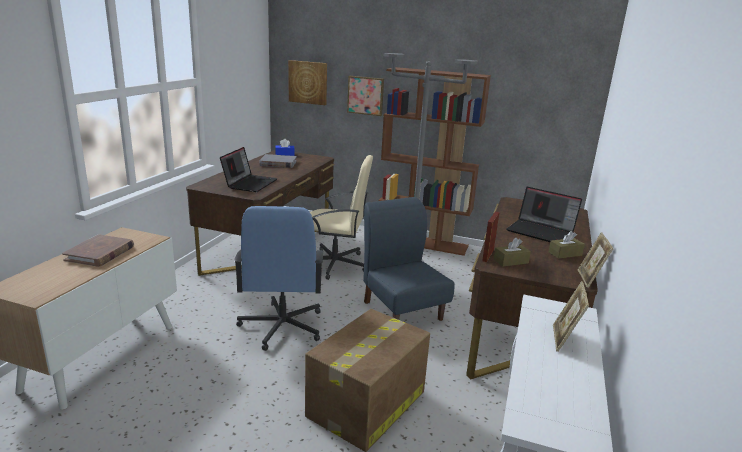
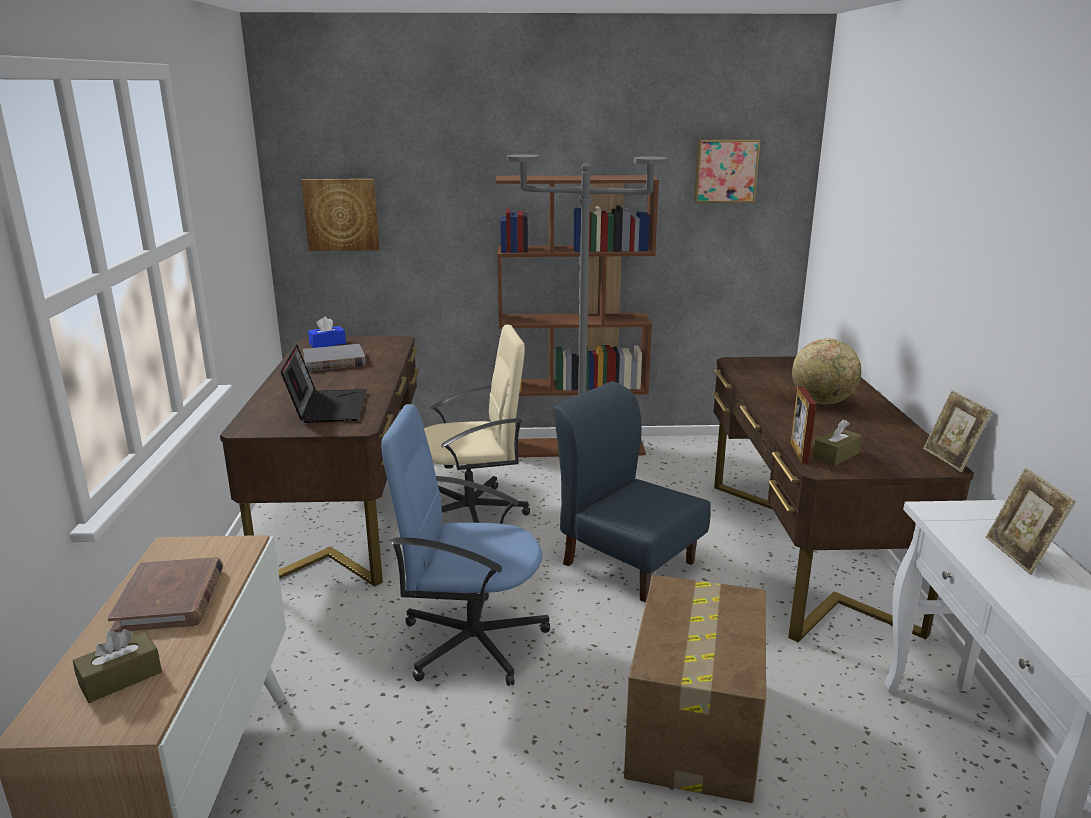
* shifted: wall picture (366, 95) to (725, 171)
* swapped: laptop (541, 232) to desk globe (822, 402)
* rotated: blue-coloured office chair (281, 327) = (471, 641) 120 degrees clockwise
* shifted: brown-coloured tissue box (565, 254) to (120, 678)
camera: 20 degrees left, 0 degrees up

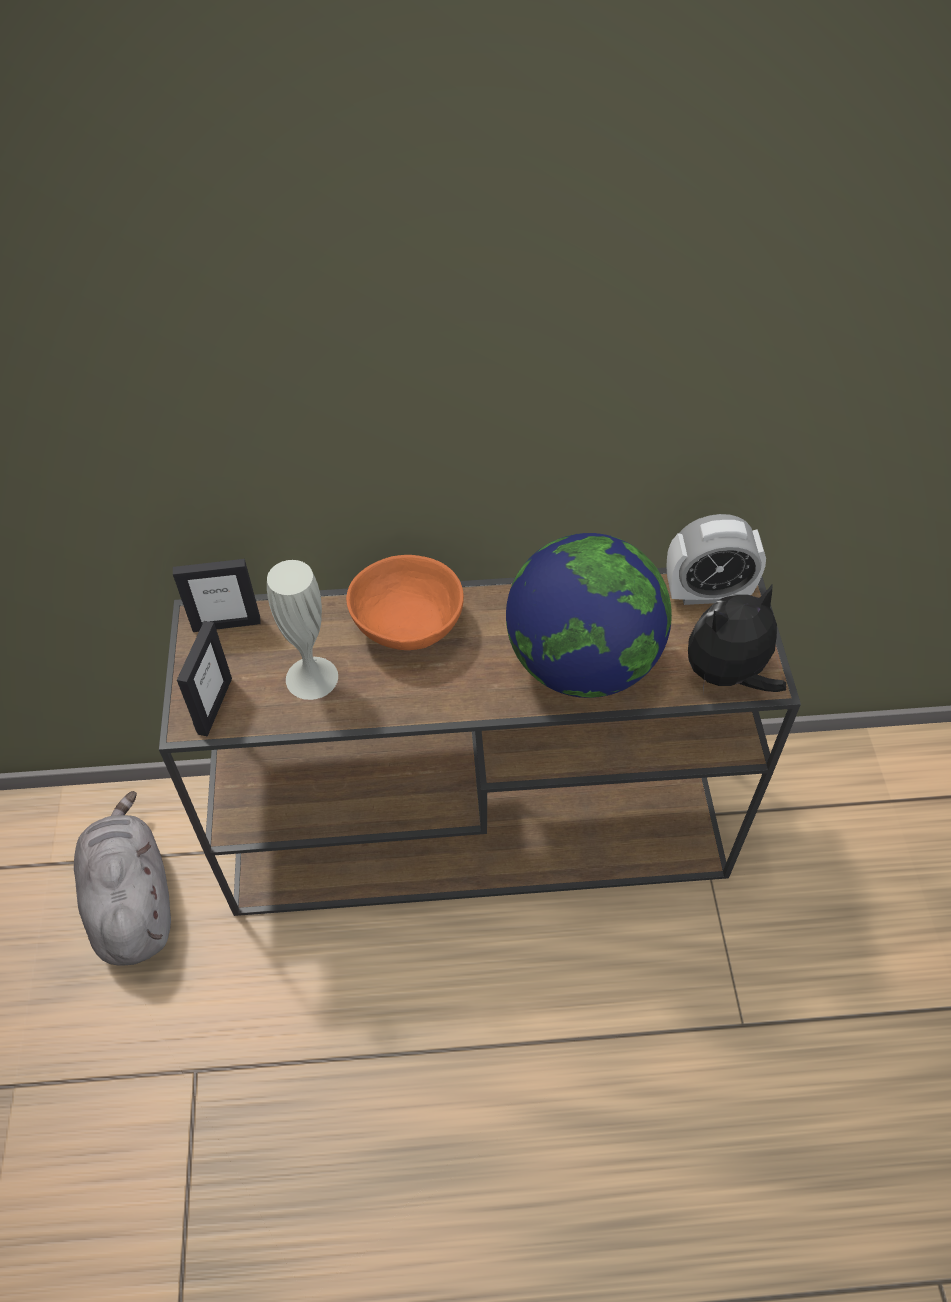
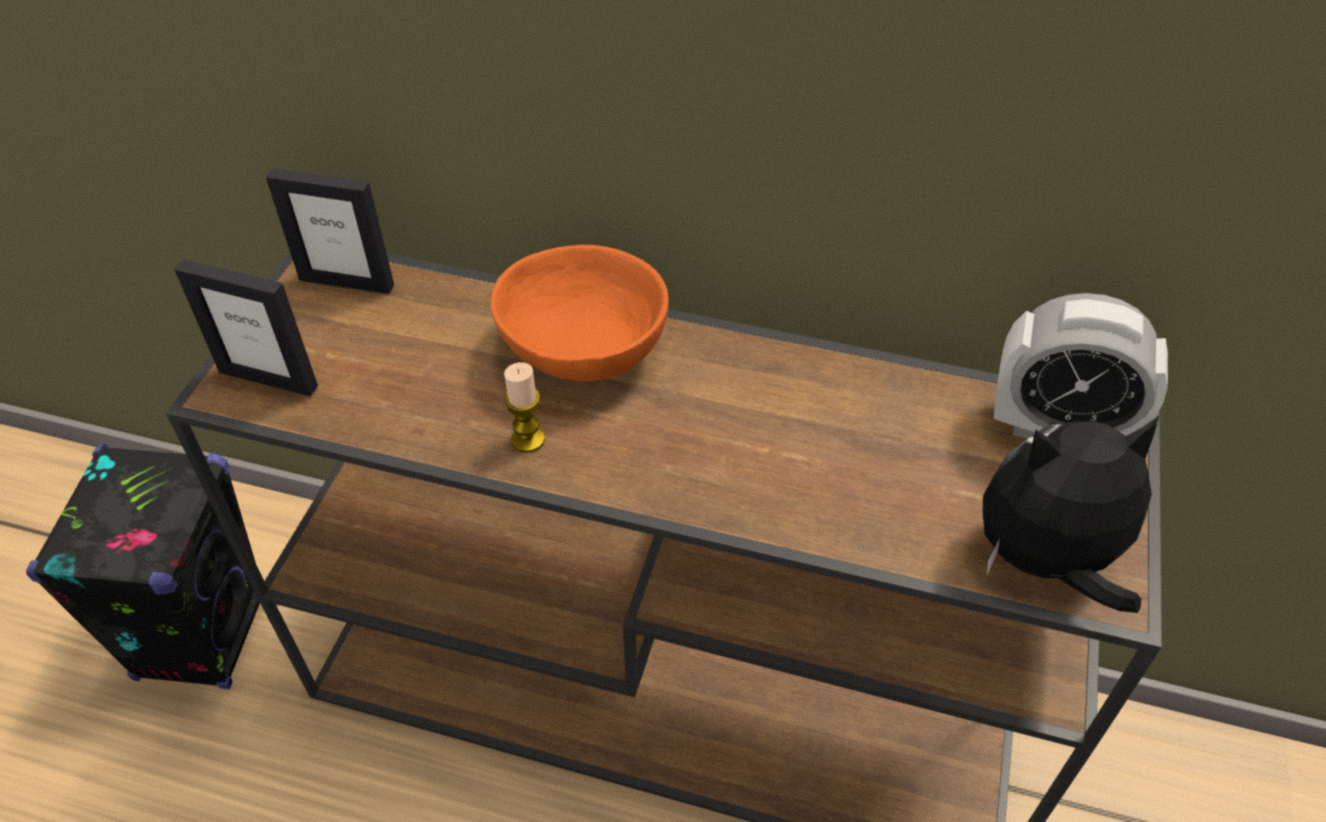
* gone: desk globe (582, 663)
* gone: whitish vase (312, 677)
* rotated: photo frame (214, 706) = (269, 378) 75 degrees clockwise
* swapped: grey soft toy (132, 901) to blackish speaker (203, 635)
* new: wax light (528, 439)
camera: 20 degrees right, 5 degrees down

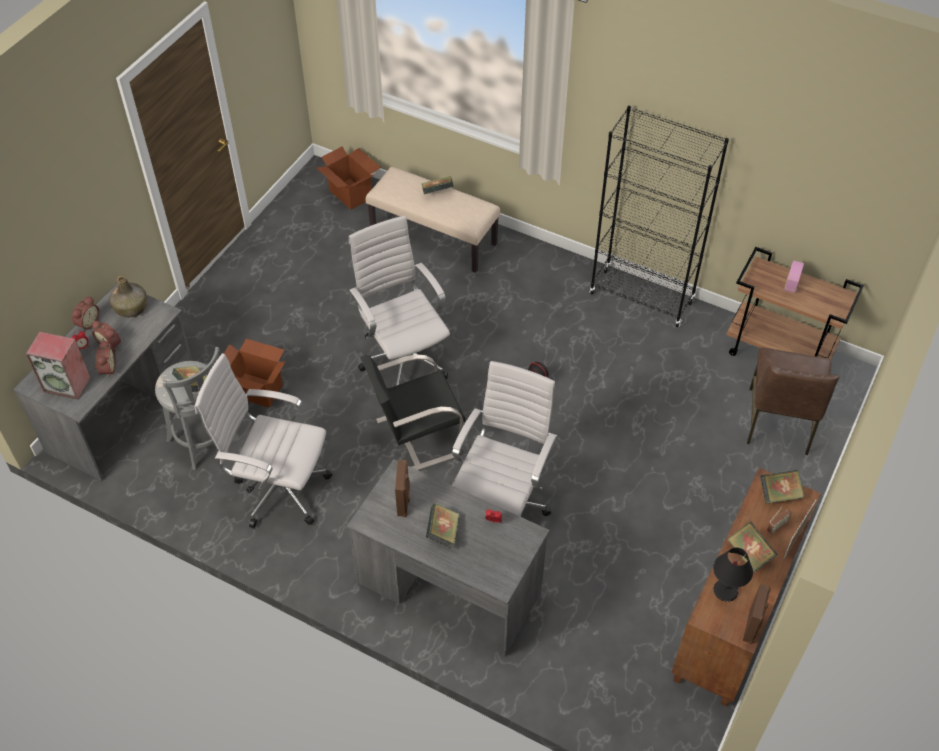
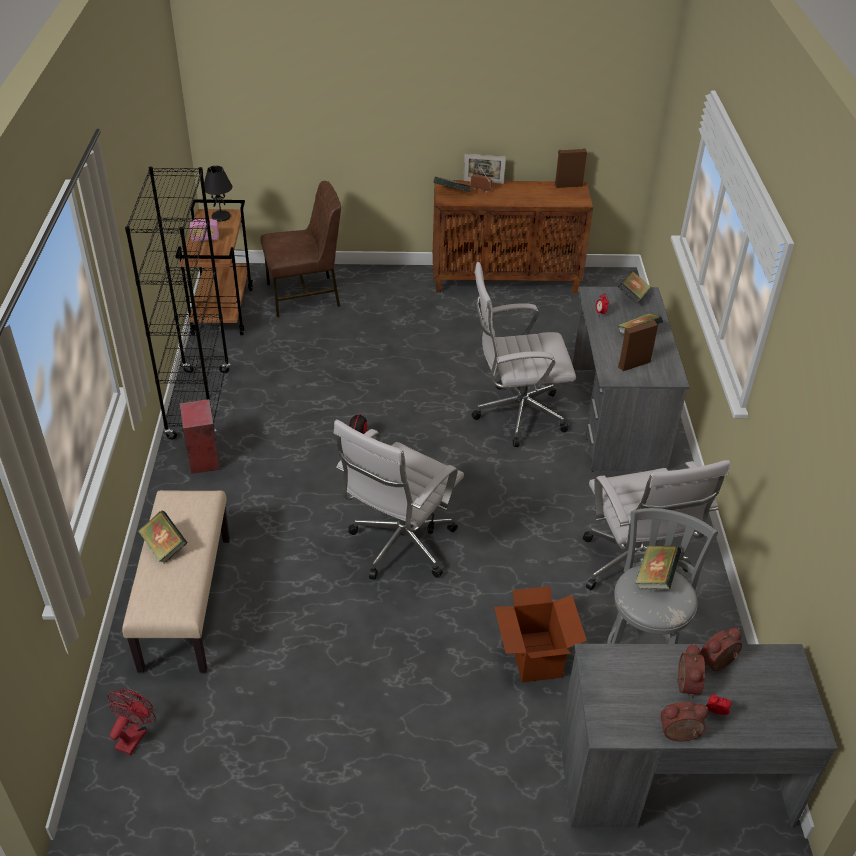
* swapped: packing box (351, 194) to reddish cooling fan (134, 735)
* gone: greenish bottle (131, 307)
* shifted: speaker (67, 384) to (203, 458)
* gone: blackish upright chair (415, 437)
* shifted: book (749, 554) to (632, 297)
* shifted: blackish table lamp (726, 591) to (221, 217)
camera: 120 degrees left, 10 degrees down

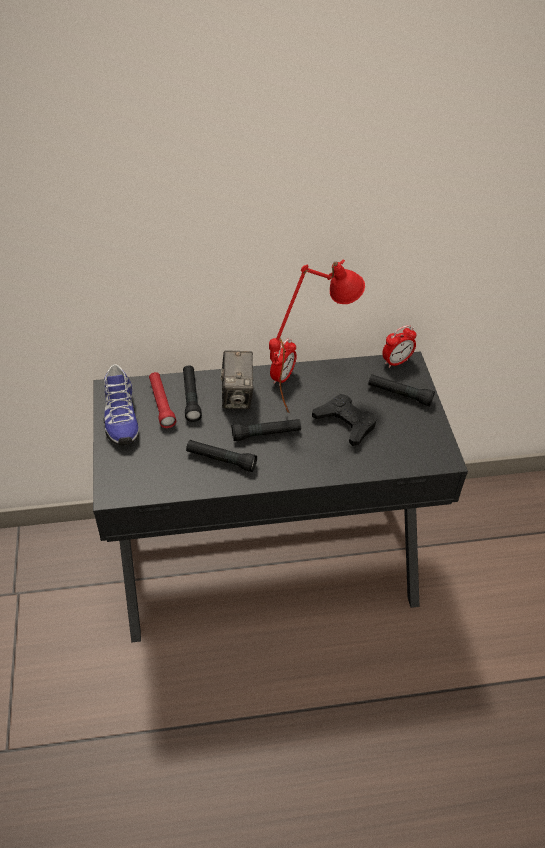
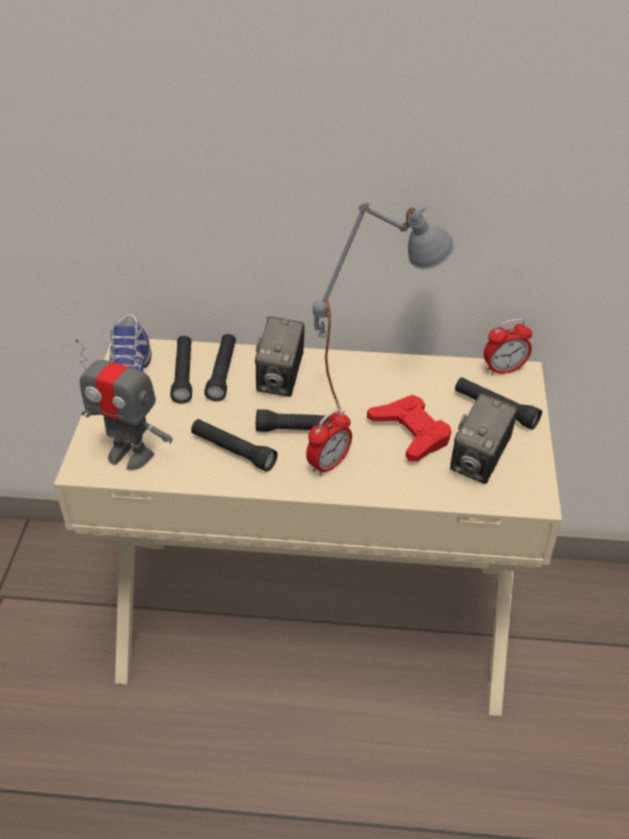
* repainted: reddish table lamp (308, 390) to grey table lamp (375, 386)
* shifted: table clock (282, 377) to (328, 464)
* repainted: blackish desk unit (268, 561) to sand-coloured desk unit (315, 617)
* repainted: reddish flashlight (161, 404) to blackish flashlight (183, 375)
* repainted: blackish game controller (345, 423) to reddish game controller (410, 433)
* new: model robot (130, 455)
* new: photo camera (479, 463)
camera: 15 degrees right, 5 degrees down

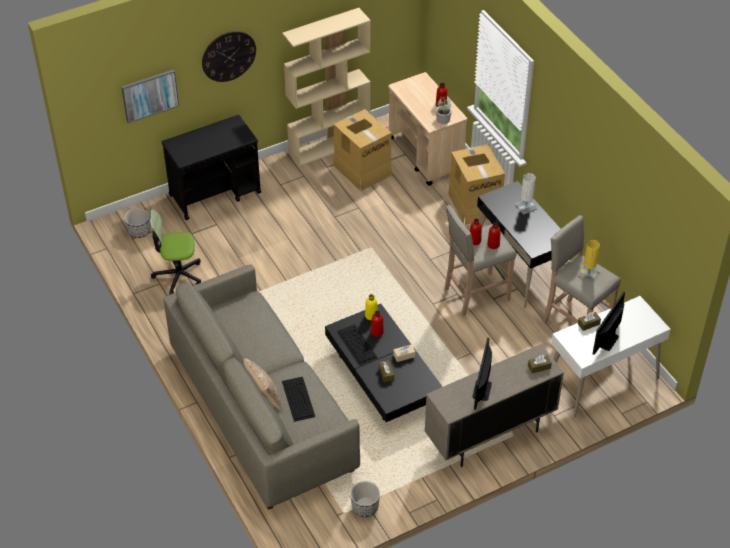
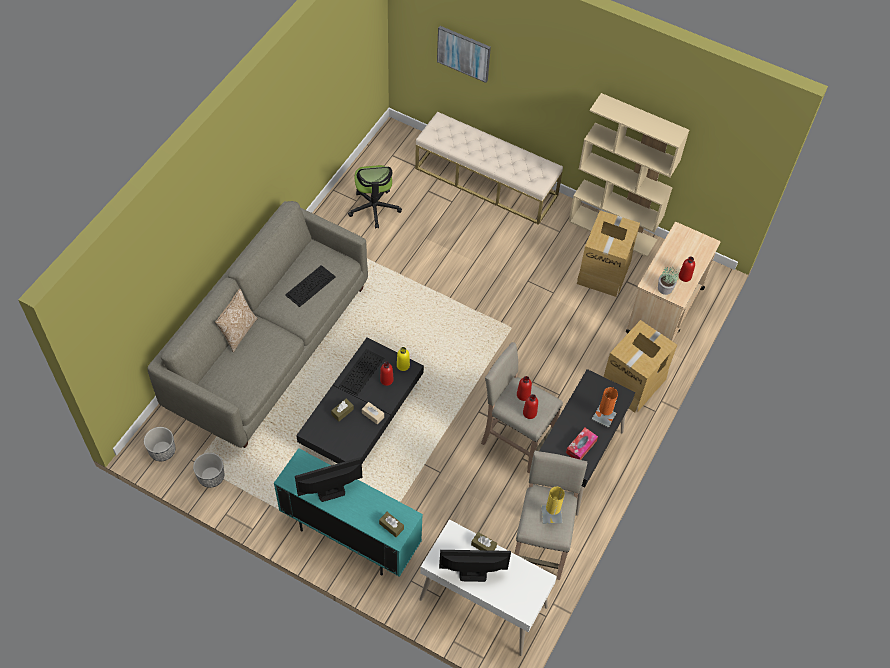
* gone: clock on the wall (228, 56)
* swapped: blackish cart (215, 194) to sand-coloured bench (486, 181)
* repainted: whitish table lamp (526, 207) to orange-coloured table lamp (604, 416)
* shifted: planter (139, 231) to (162, 451)
* rotated: office chair (178, 275) = (374, 208) 150 degrees counterclockwise
* repainted: sand-coloured storage cabinet (489, 436) to turquoise storage cabinet (350, 537)
* shifted: computer keyboard (298, 398) to (310, 285)
* new: tissue box (581, 447)
camera: 55 degrees right, 10 degrees up

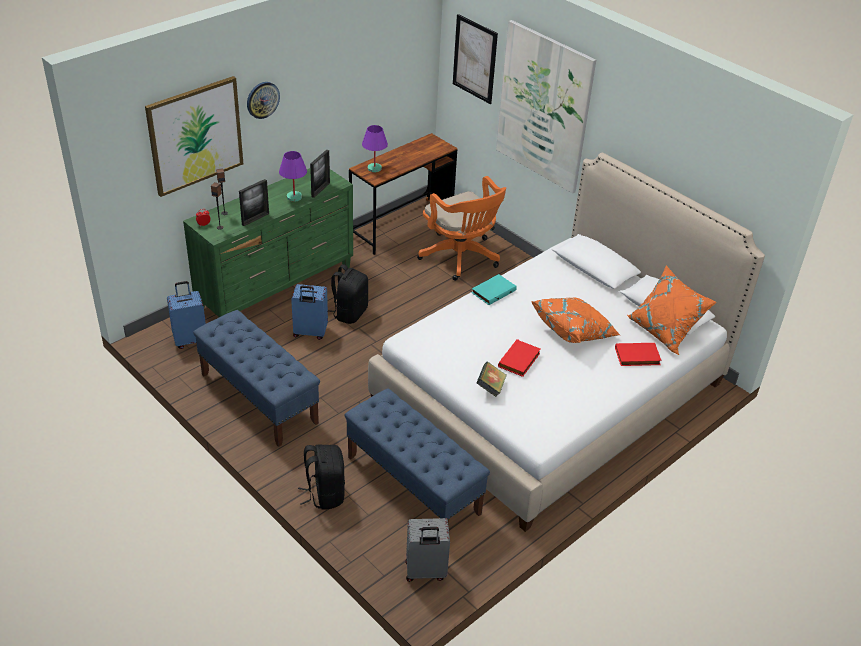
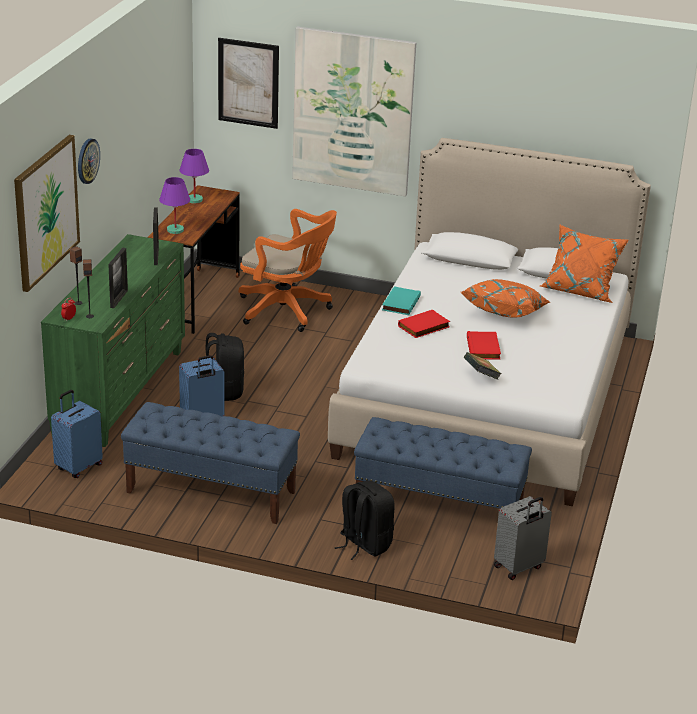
* shifted: purple-coloured table lamp (294, 197) to (194, 200)
* shifted: reddish book (637, 357) to (424, 327)
camera: 30 degrees left, 10 degrees down

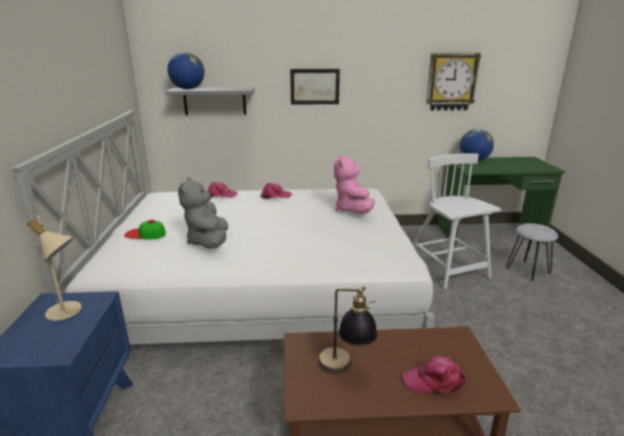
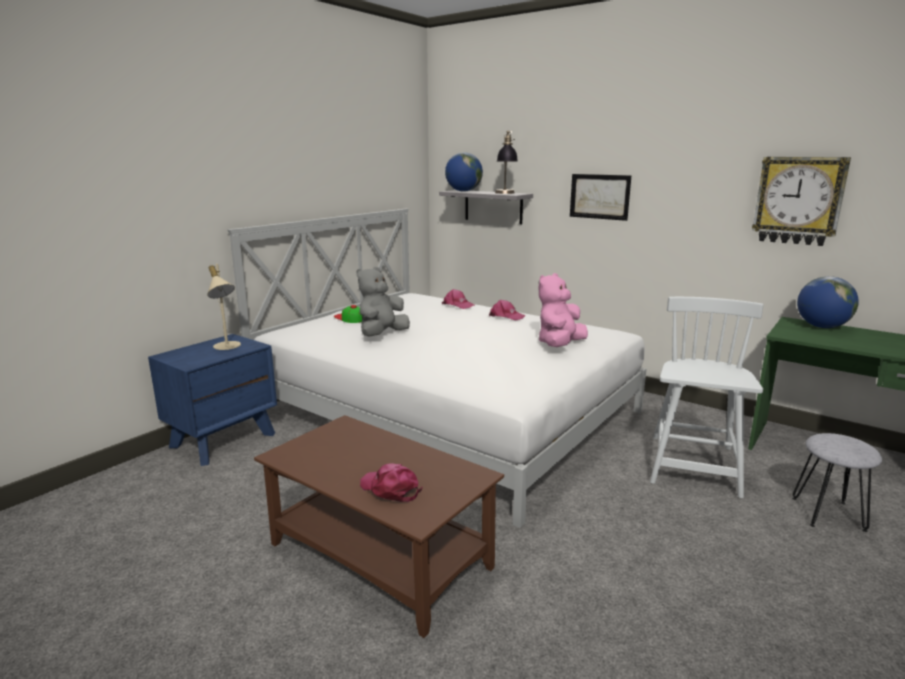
* shifted: table lamp (345, 369) to (505, 193)
camera: 40 degrees right, 5 degrees down

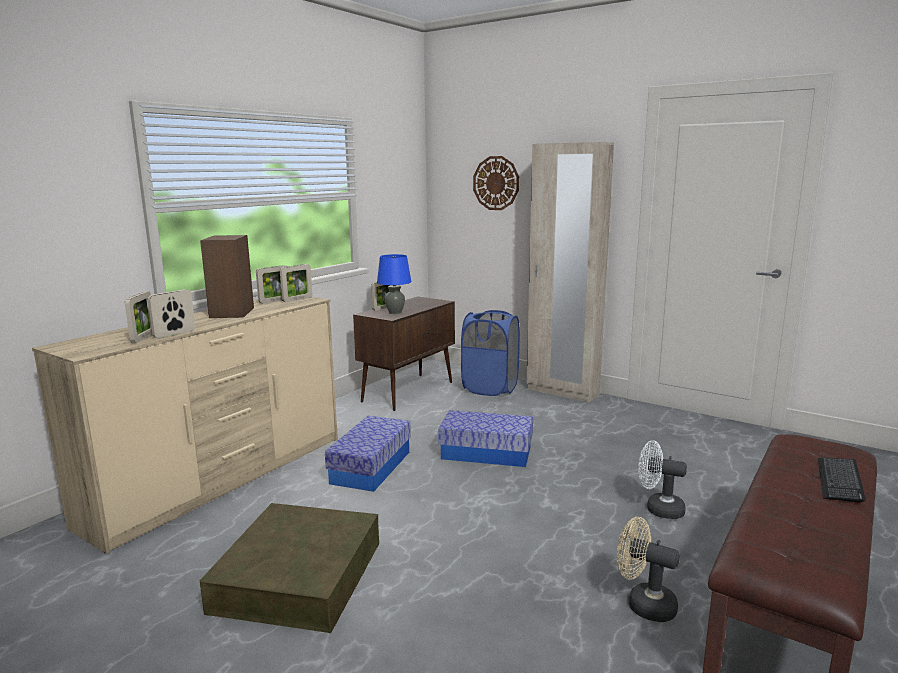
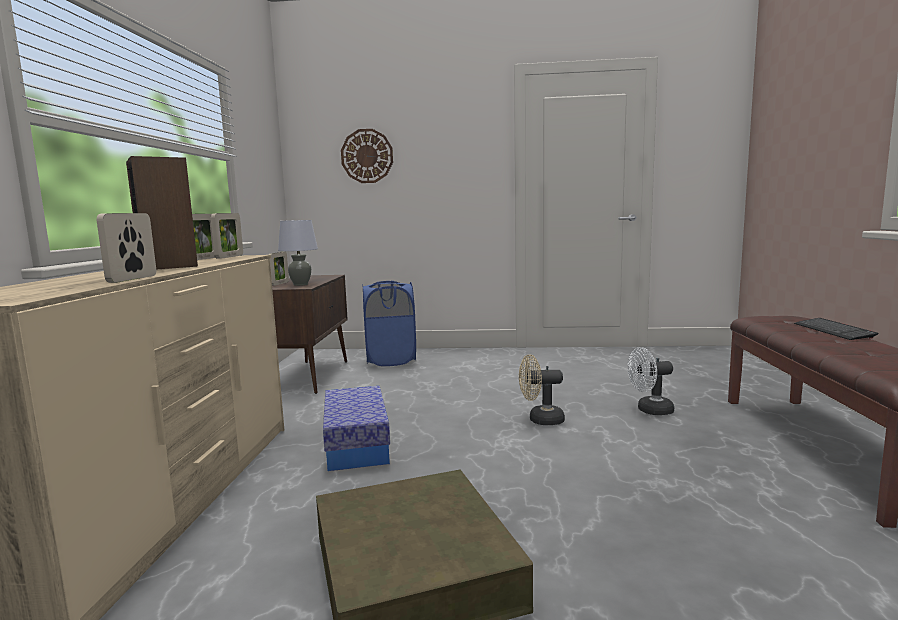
* gone: sand-coloured armoire (562, 392)
* repainted: blue-coloured table lamp (395, 312) to grey table lamp (300, 284)
* gone: photo frame (143, 337)
* gone: storage container (486, 453)
* shifted: sand-coloured cooling fan (643, 604) to (540, 420)
camera: 30 degrees left, 5 degrees down

